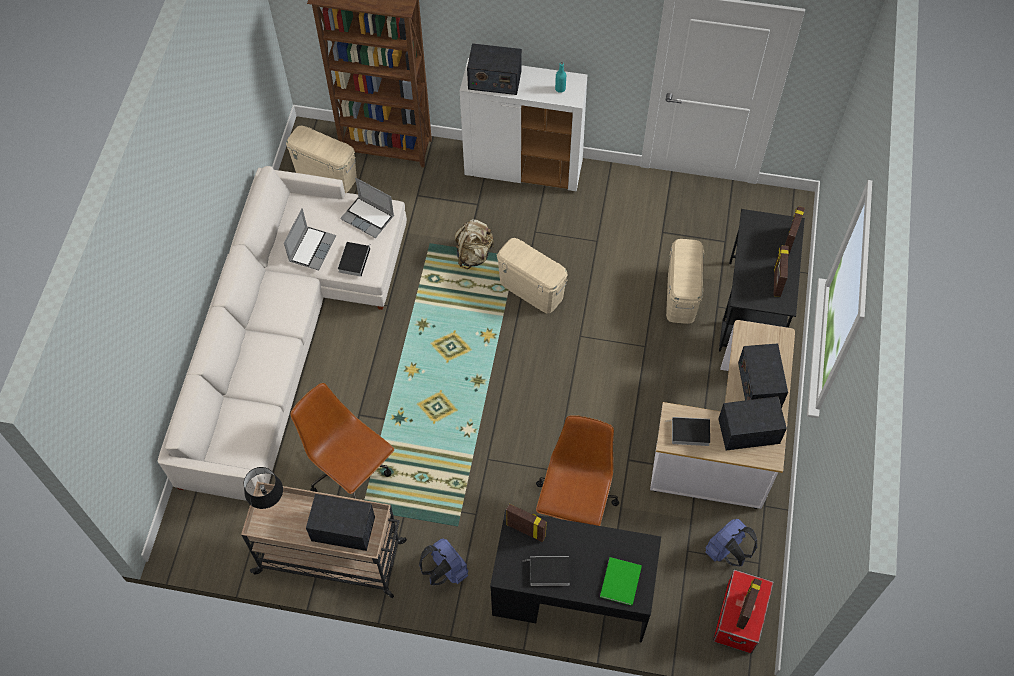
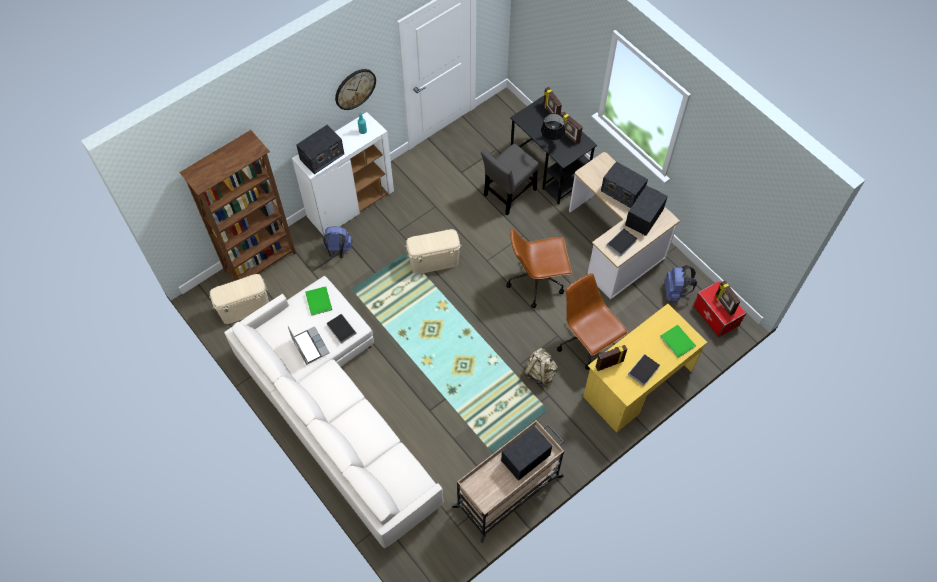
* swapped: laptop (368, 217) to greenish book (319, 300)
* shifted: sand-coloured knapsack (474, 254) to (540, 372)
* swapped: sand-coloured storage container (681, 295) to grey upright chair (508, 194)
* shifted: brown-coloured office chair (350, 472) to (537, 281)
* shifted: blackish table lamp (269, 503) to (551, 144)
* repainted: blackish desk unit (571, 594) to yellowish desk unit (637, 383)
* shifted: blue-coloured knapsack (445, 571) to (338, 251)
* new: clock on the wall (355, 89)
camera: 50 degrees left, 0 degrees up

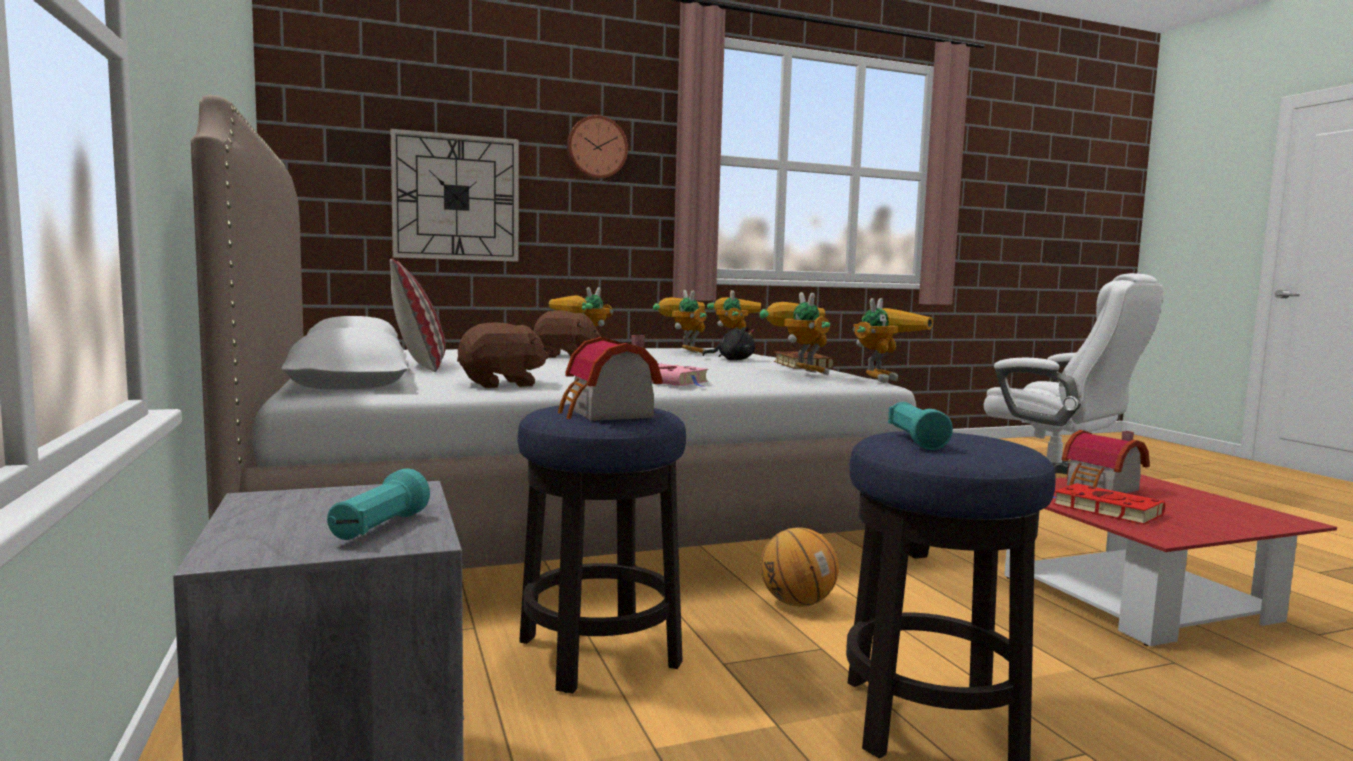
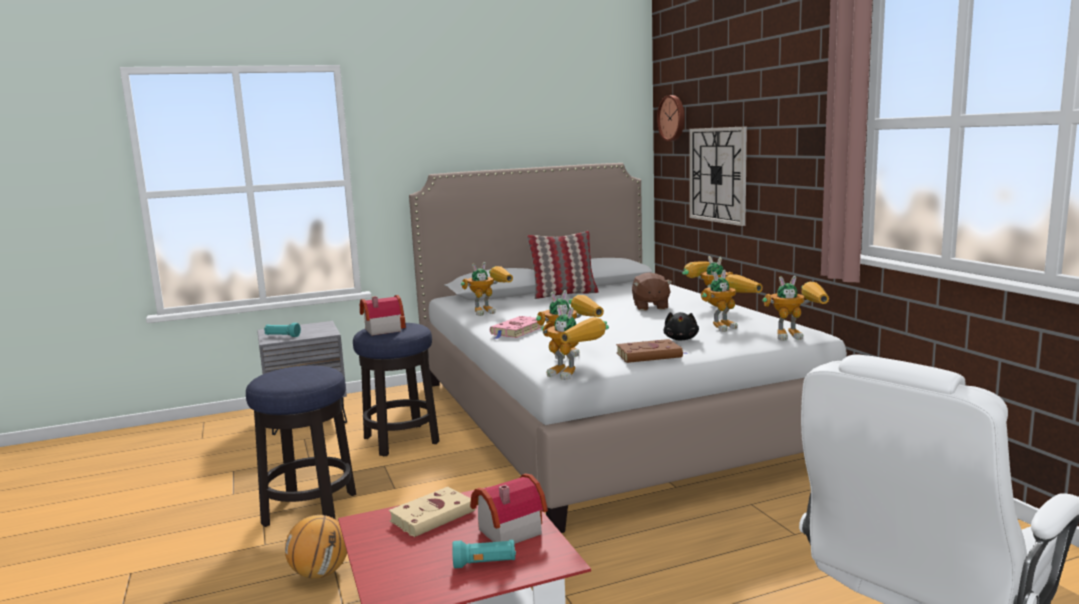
* shifted: clock on the wall (596, 148) to (672, 118)
* swapped: brown-coloured soft toy (502, 384) to model robot (490, 311)
* shifted: turquoise flashlight (915, 440) to (485, 564)
* repainted: reddish book (1104, 509) to sand-coloured book (434, 516)
* shifted: basketball ball (797, 603) to (320, 573)
camera: 90 degrees right, 5 degrees up

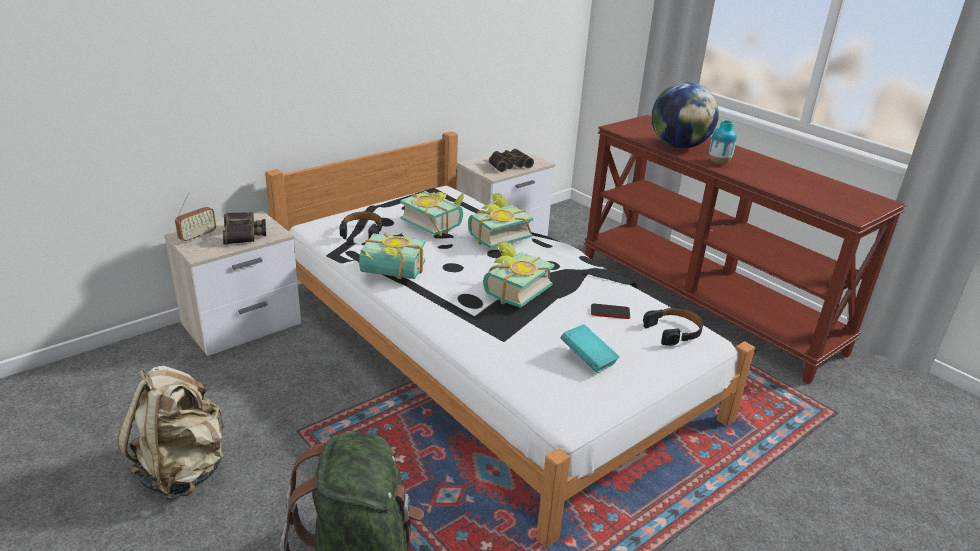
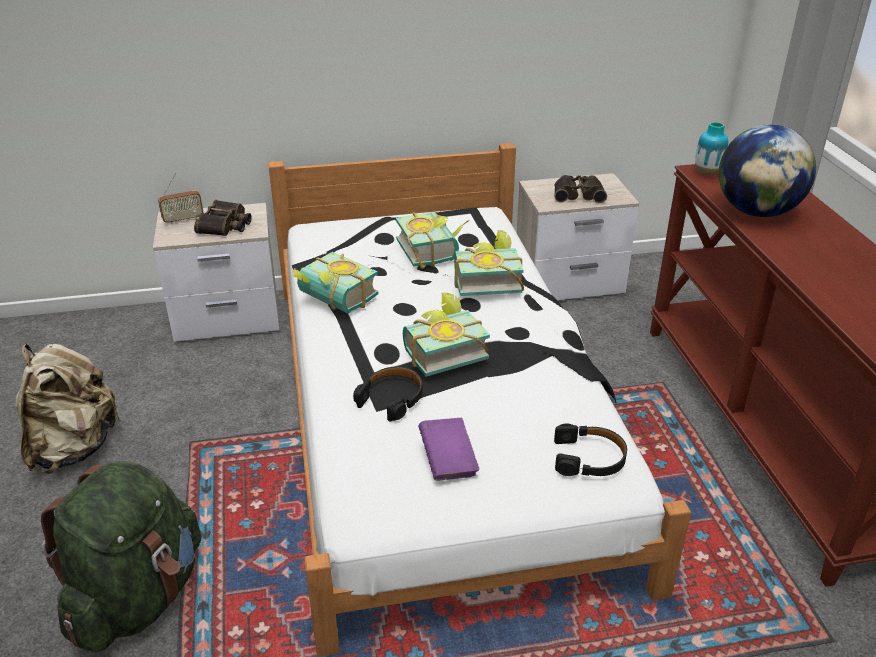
* shifted: vase (718, 163) to (707, 174)
* shifted: blackish headphones (362, 231) to (392, 398)
* gone: handset (610, 312)
* repainted: turquoise book (588, 359) to purple-coloured book (448, 461)
camera: 30 degrees right, 5 degrees up

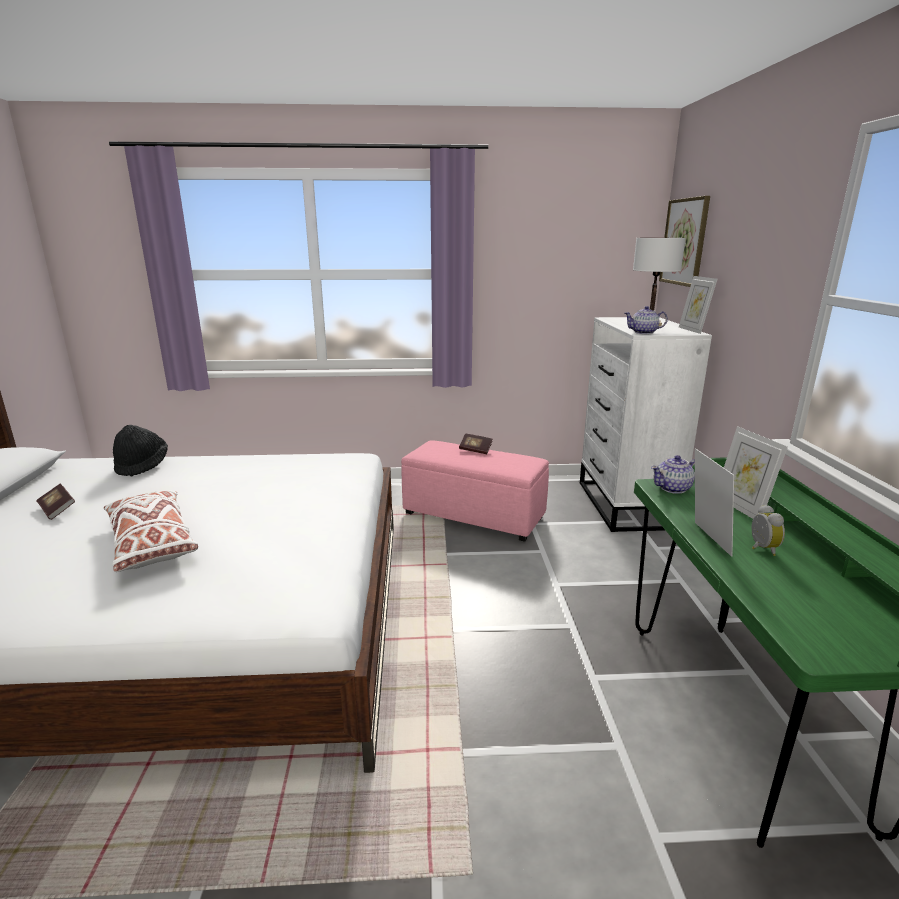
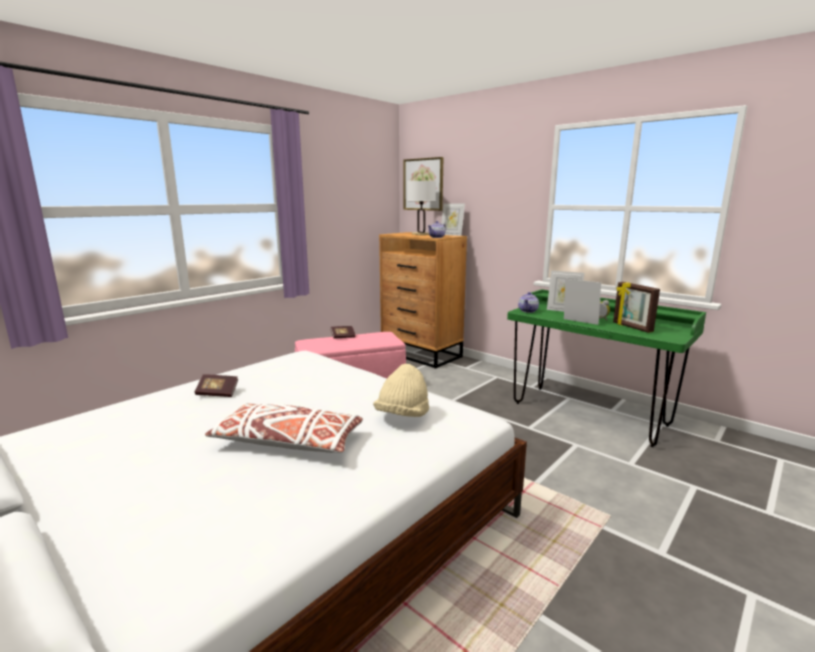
* repainted: whitish dresser (625, 505) to brown-coloured dresser (421, 354)
* gone: blackish wearable hat (142, 466)
* shifted: book (58, 509) to (217, 393)
* new: photo frame (631, 327)
* new: sand-coloured wearable hat (402, 415)
camera: 45 degrees left, 5 degrees down

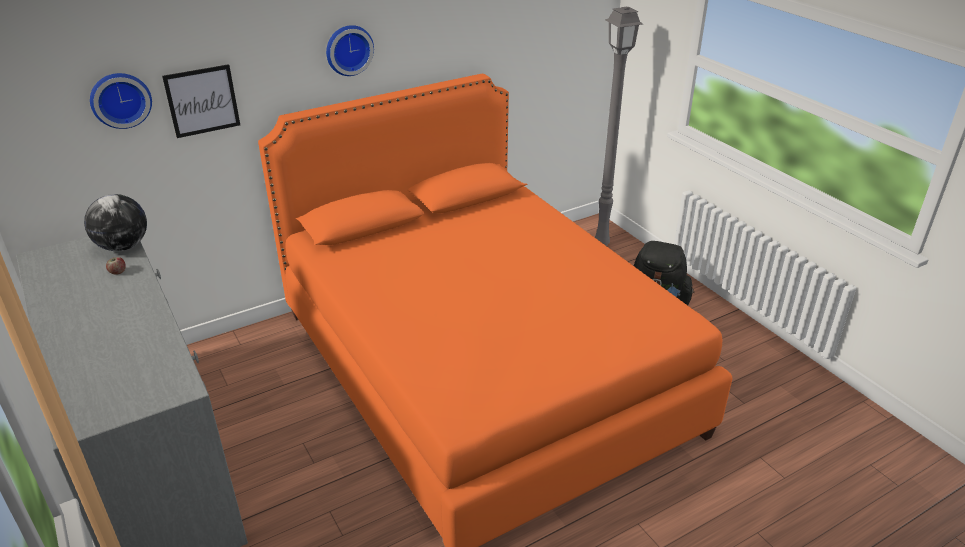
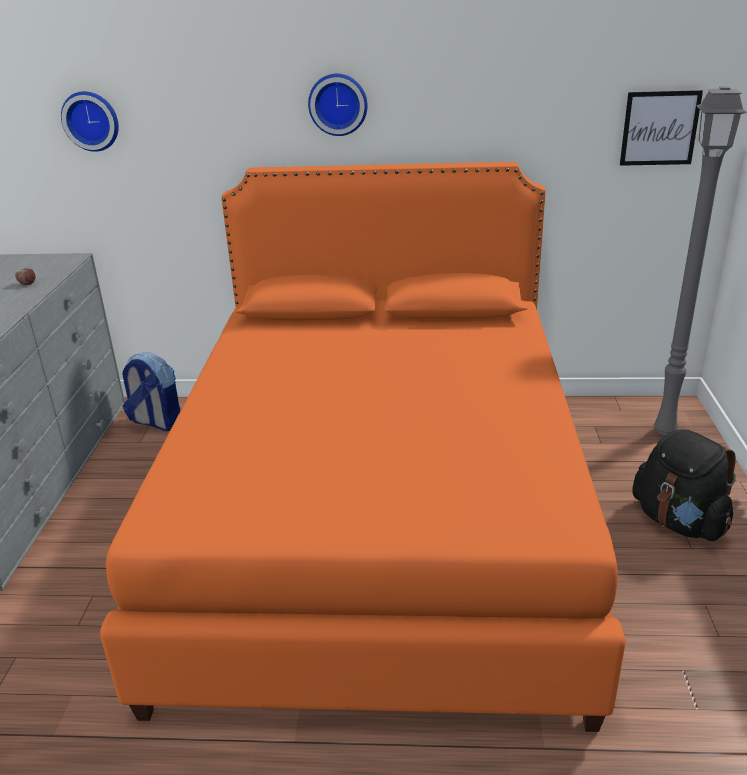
* shifted: wall picture (202, 101) to (659, 128)
* gone: desk globe (123, 247)
* new: knapsack (156, 422)
camera: 35 degrees right, 5 degrees down

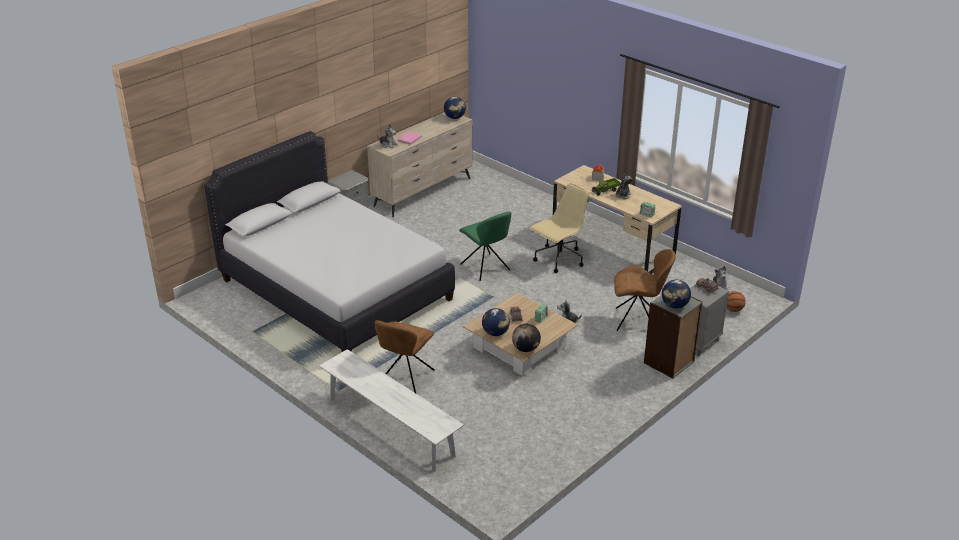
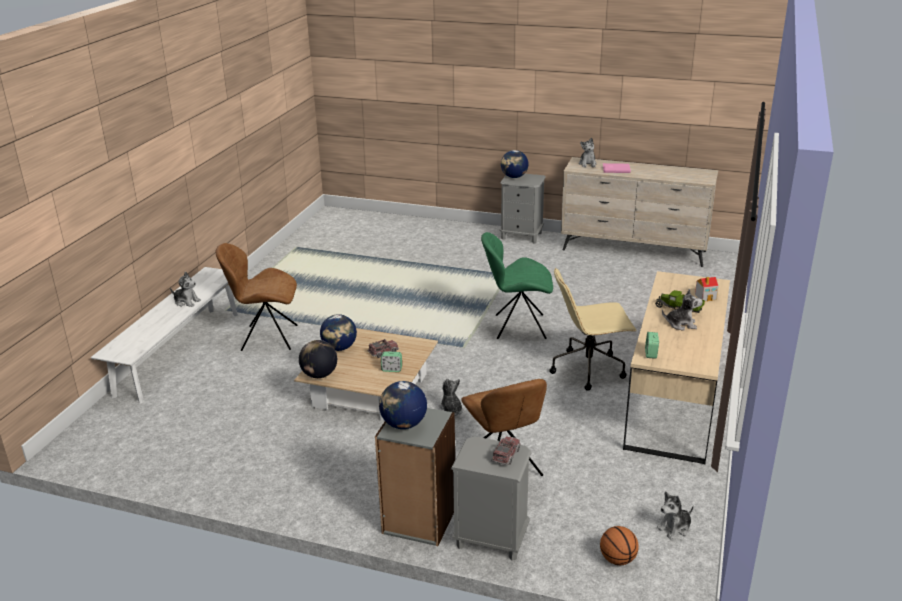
* shifted: desk globe (455, 117) to (514, 177)
* gone: whitish bedroom bed (335, 289)
* rotated: sand-coloured office chair (558, 260) = (589, 369) 150 degrees clockwise
* rotated: greenish upright chair (486, 268) = (517, 327) 60 degrees clockwise
* new: soft toy (186, 302)
camera: 65 degrees right, 5 degrees down

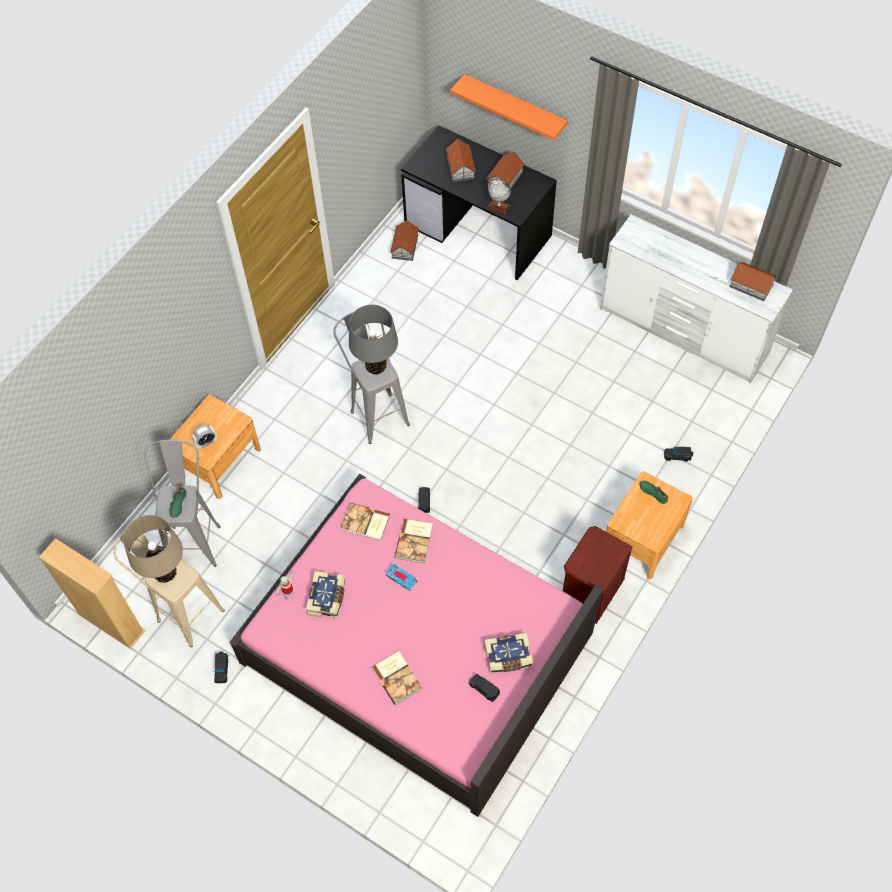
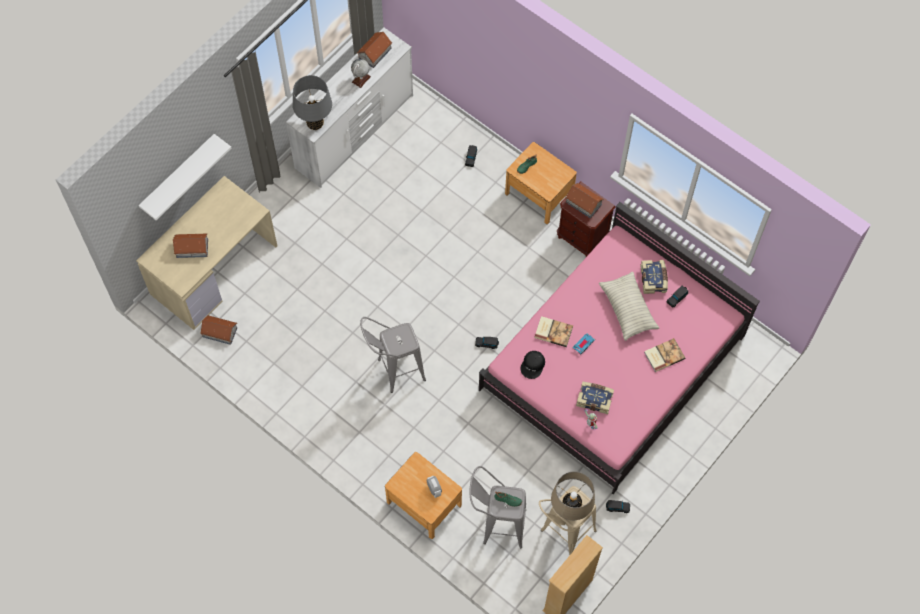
* repainted: orange-coloured bracket shelf (515, 107) to whitish bracket shelf (178, 175)
* repainted: blackish desk unit (479, 230) to sand-coloured desk unit (214, 269)
* shifted: toy house (504, 179) to (583, 203)
* shifted: desk globe (499, 206) to (361, 79)
* shifted: grey table lamp (376, 366) to (315, 123)
* swapped: book (365, 523) to blackish baseball cap (533, 365)
* new: pillow (627, 310)
camera: 85 degrees left, 5 degrees up

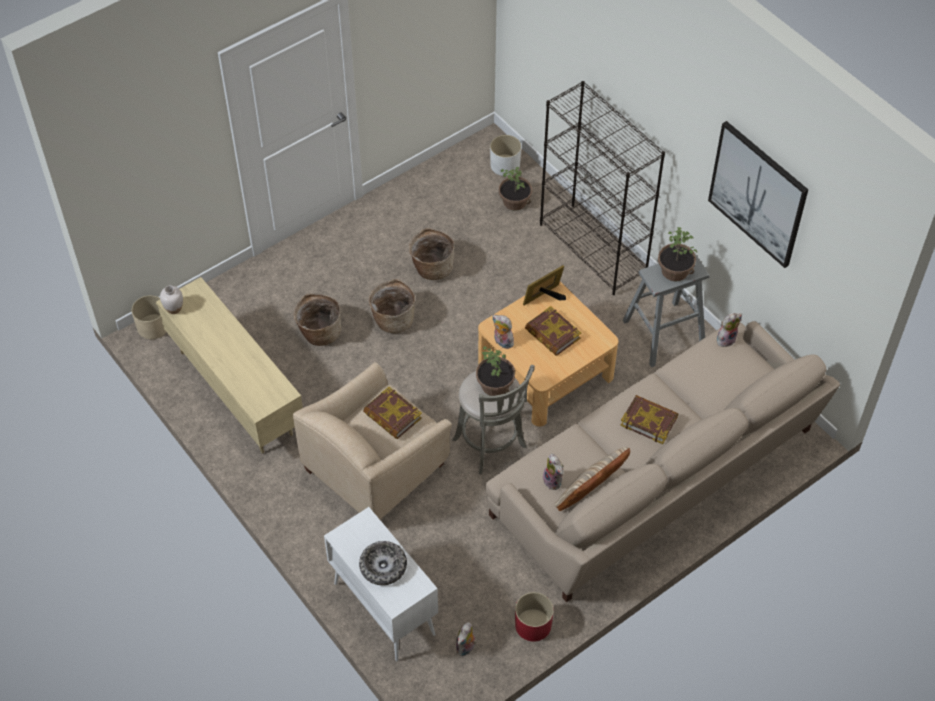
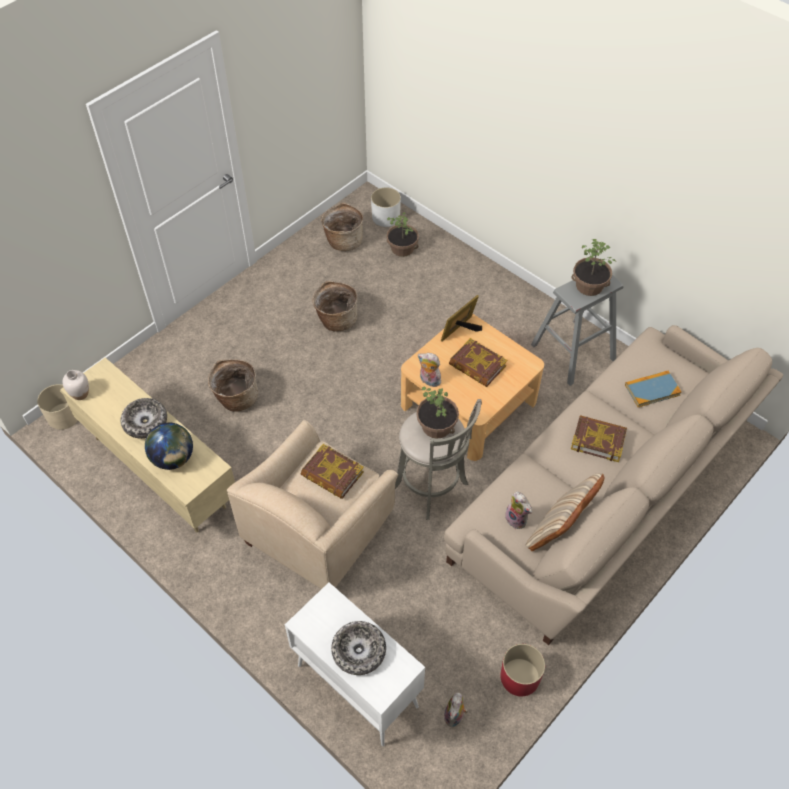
* gone: blackish bookshelf (593, 249)
* gone: wall picture (758, 194)
* shifted: storage basket (393, 319) to (343, 241)
* gone: soft toy (726, 339)
* new: book (652, 390)
* new: deep dish (145, 422)
* new: desk globe (173, 459)
camera: 10 degrees left, 0 degrees up

